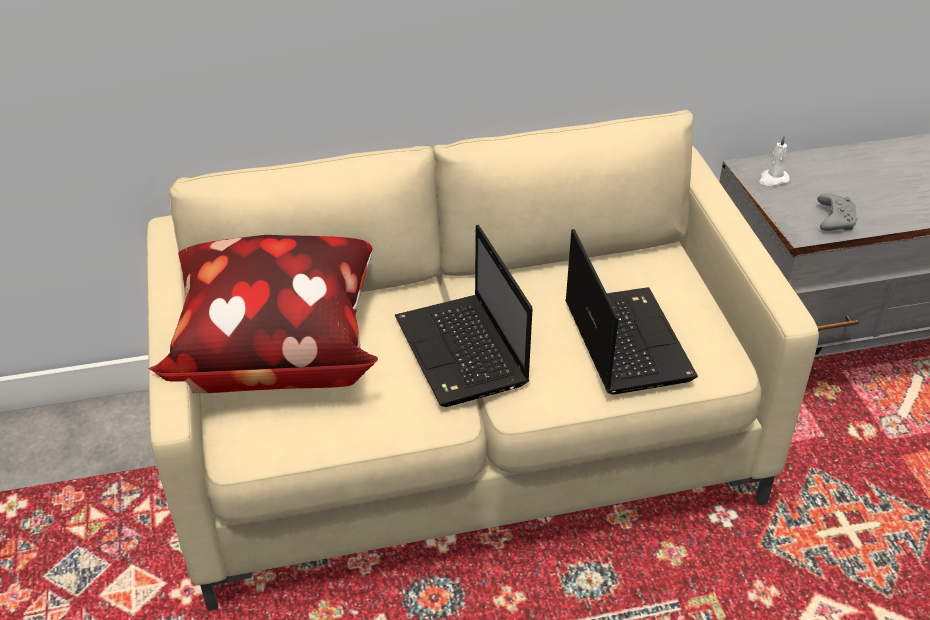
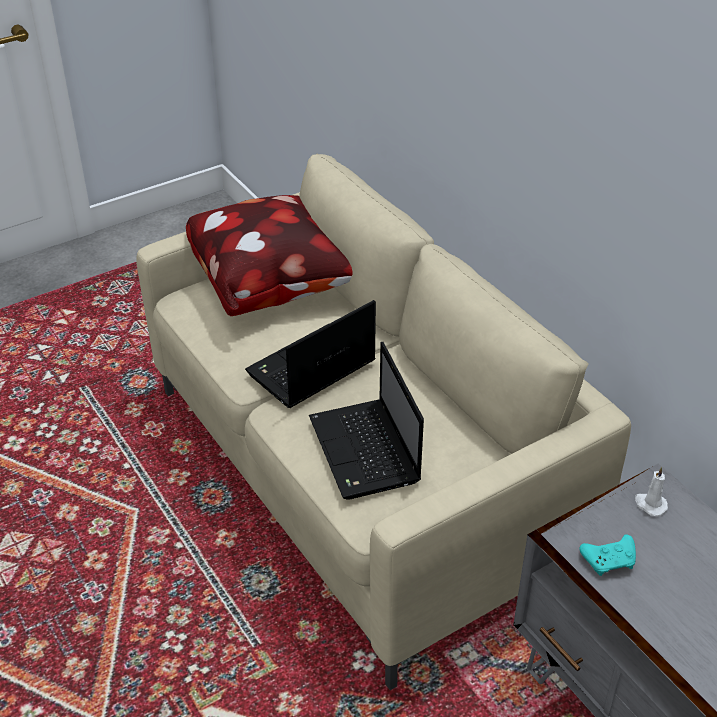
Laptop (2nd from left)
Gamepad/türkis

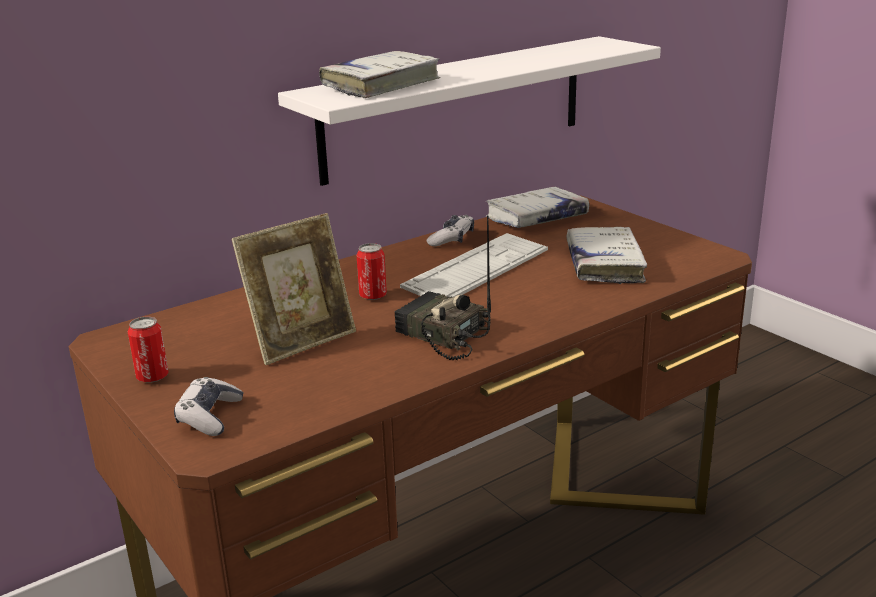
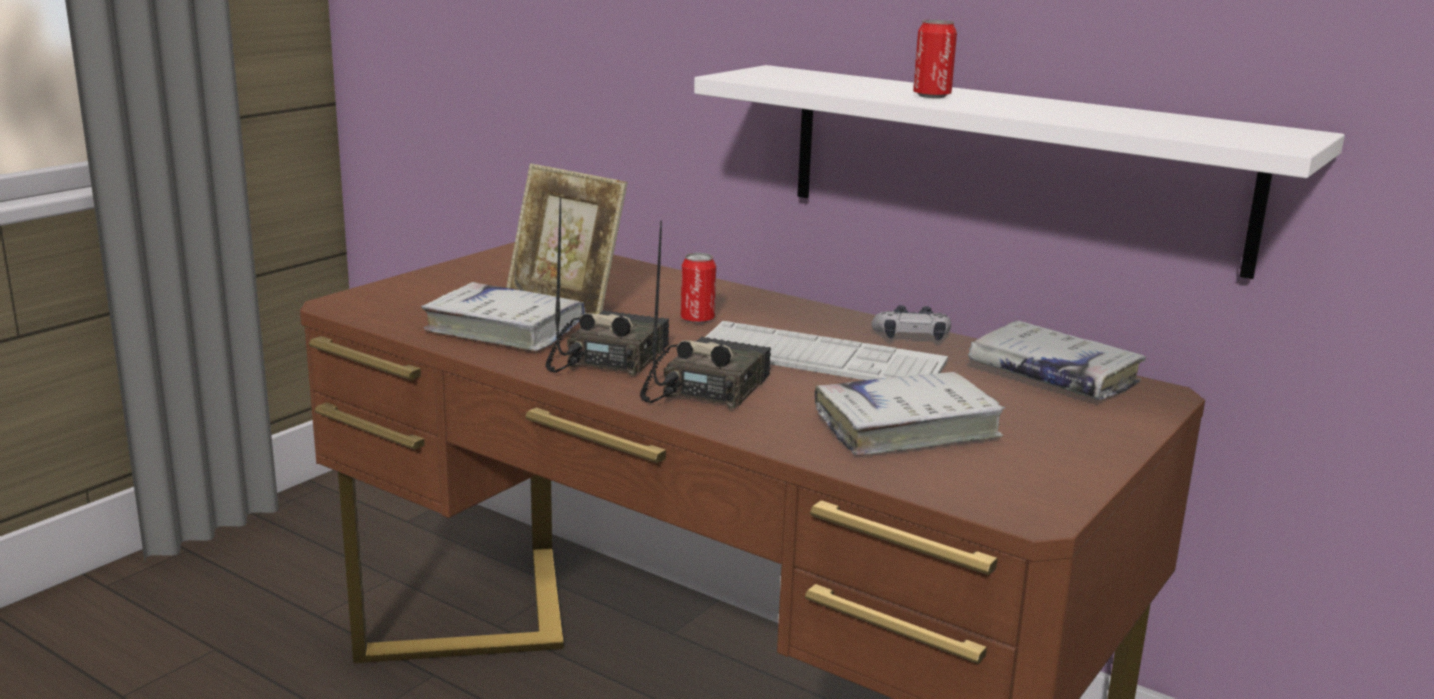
Dose (2nd from left)
Gamepad (1st from left in the first image)
Buch/weiß (1st from left)
Radio (2nd from left)

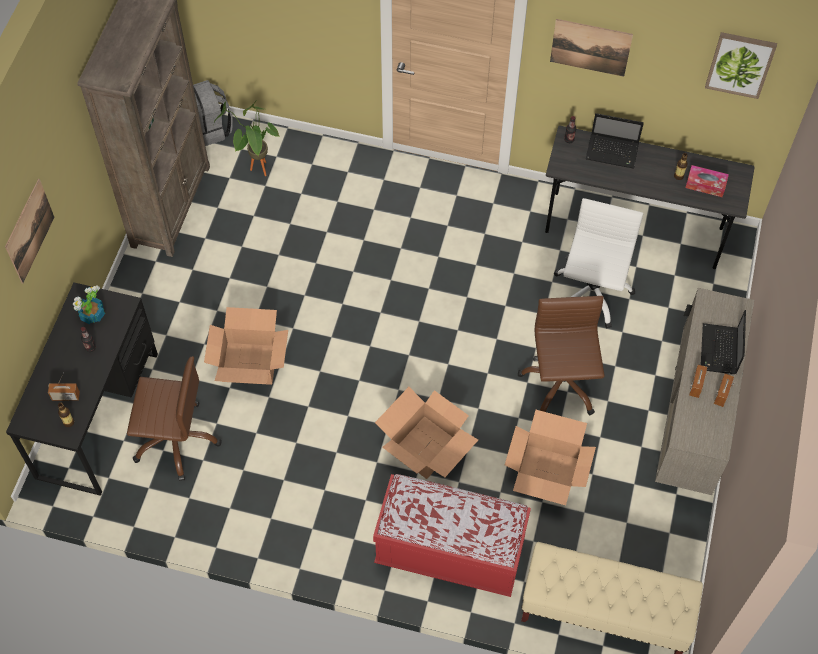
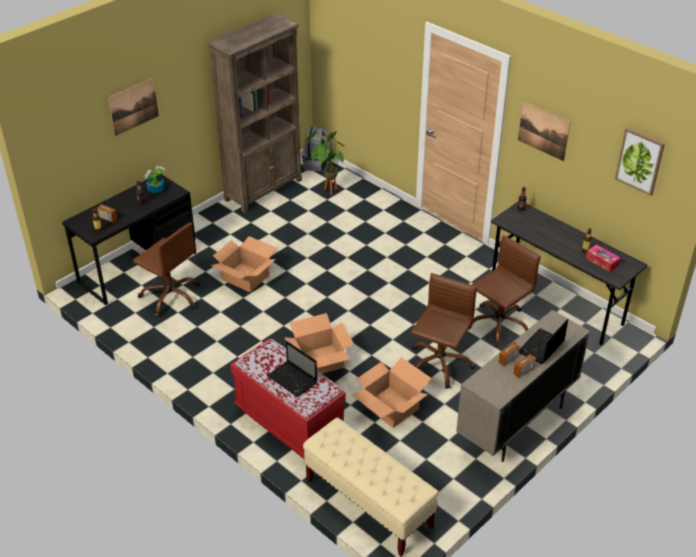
Bürostuhl/braun (3rd from left)
Laptop (1st from left)

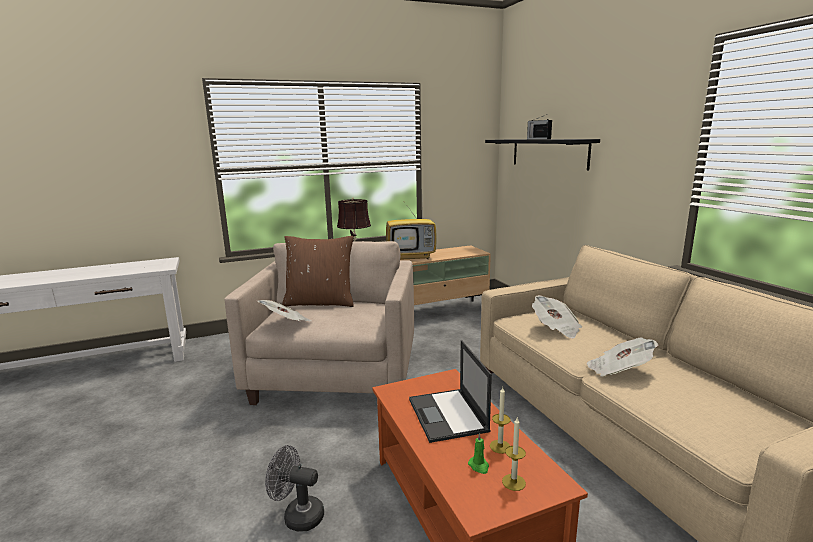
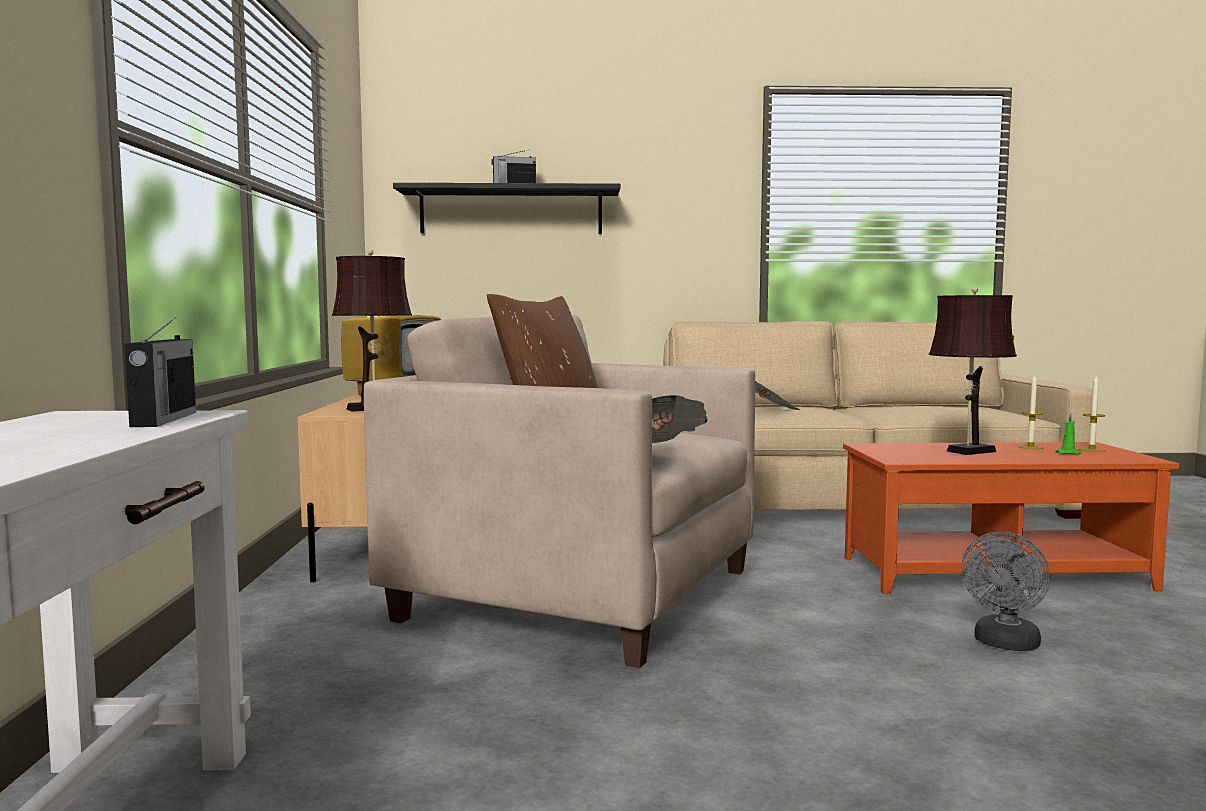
Tischlampe/braun (2nd from left)
Zeitung (3rd from left in the first image)
Radio (1st from left)

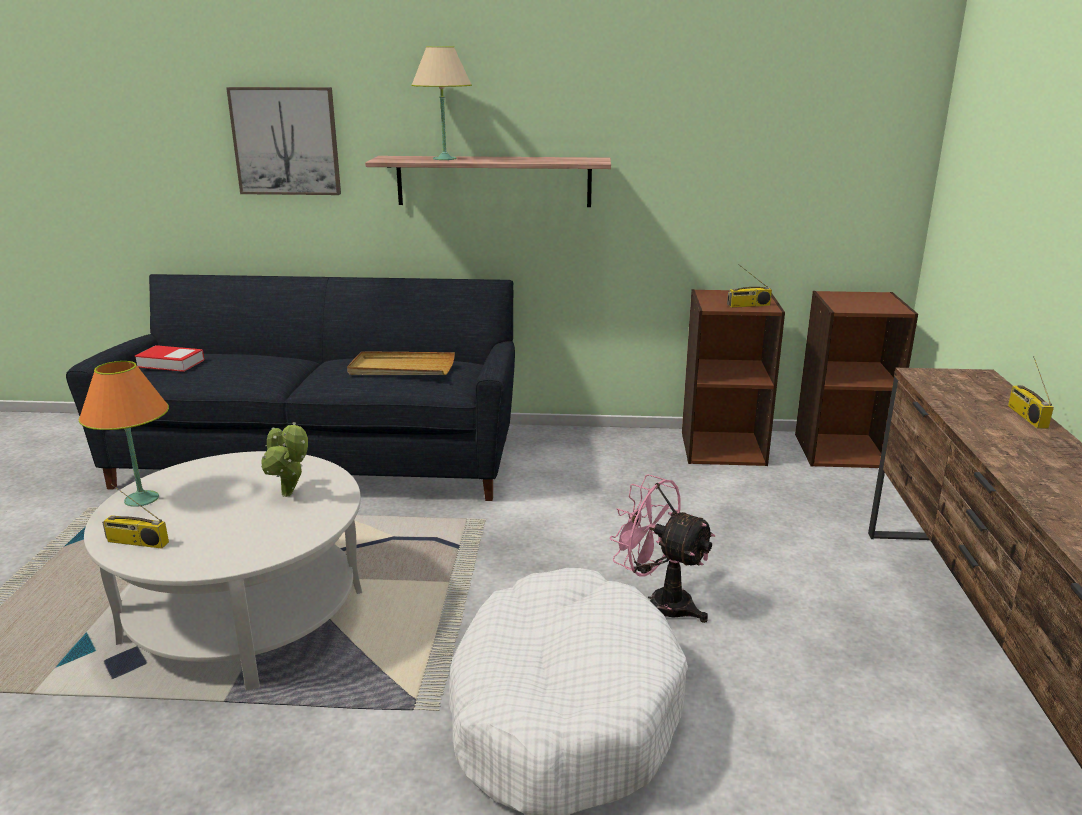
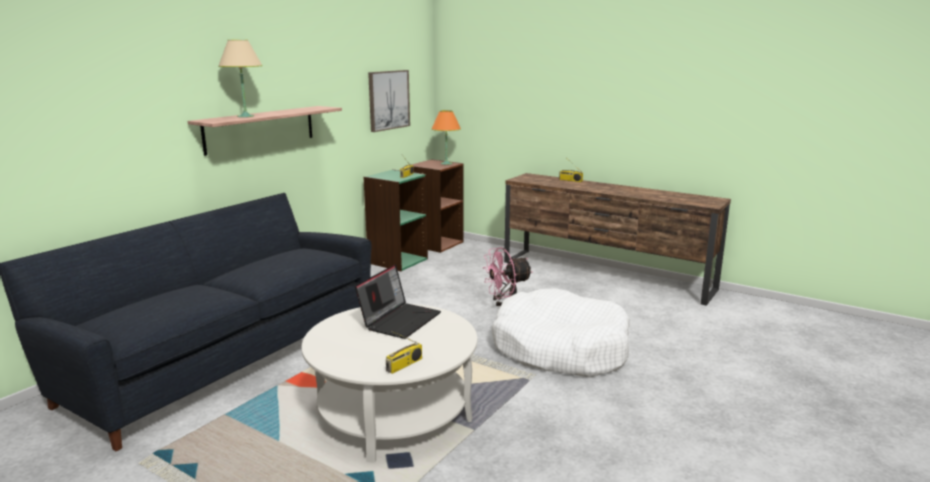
Tischlampe/orange
Buch
Bild
Laptop
Tablett/beige
Bücherregal/grün

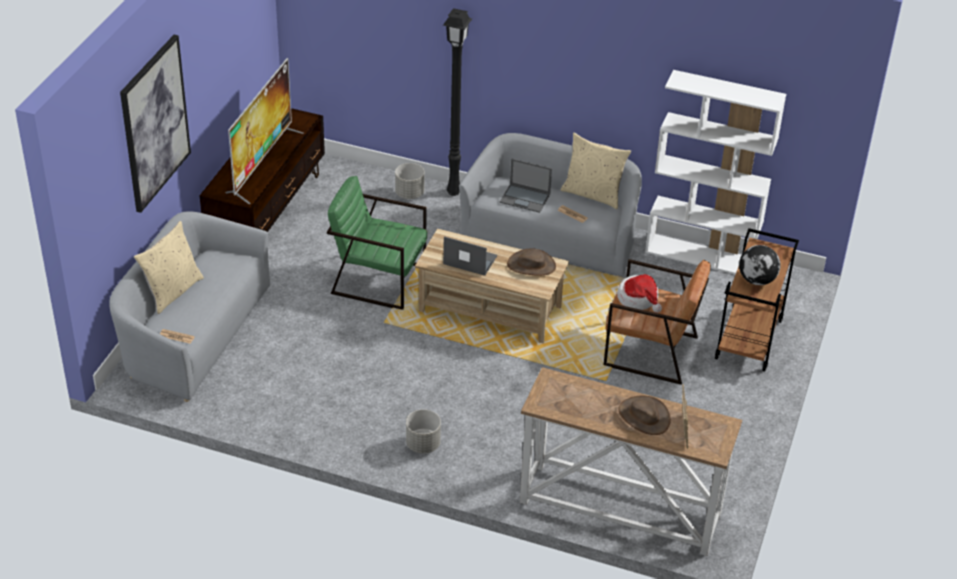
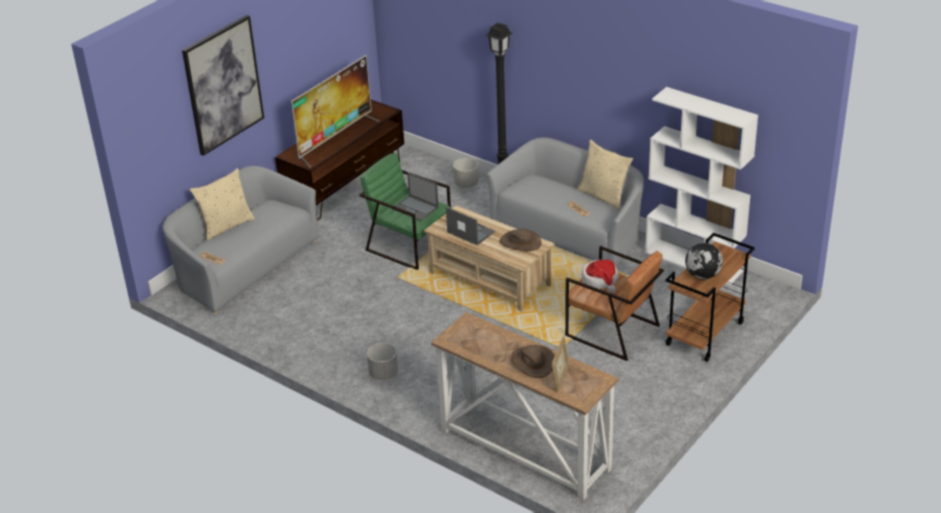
Laptop (1st from left)

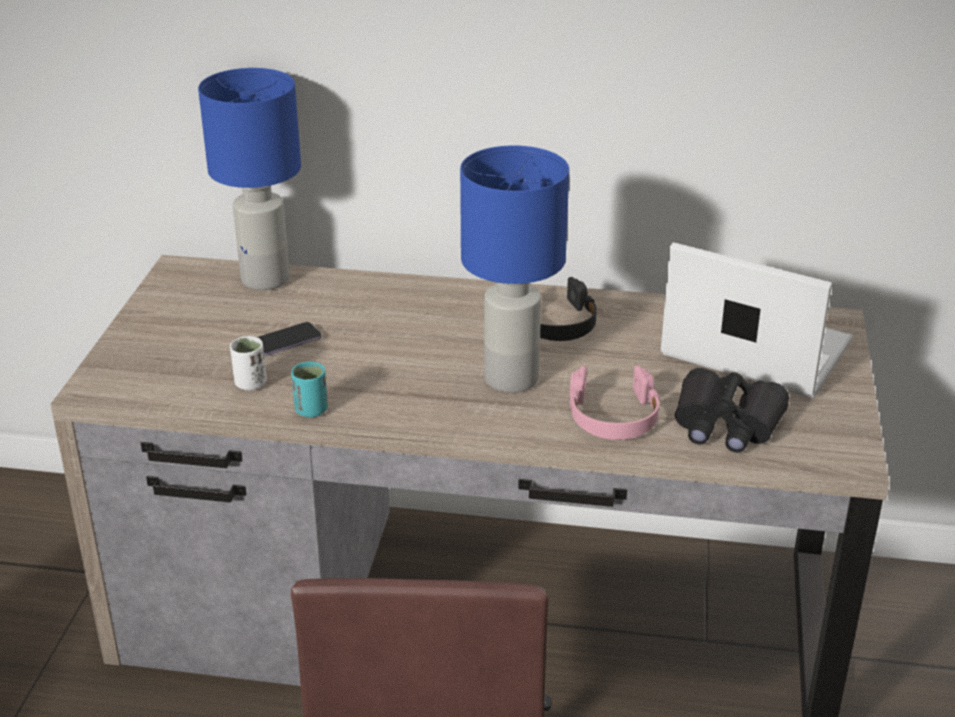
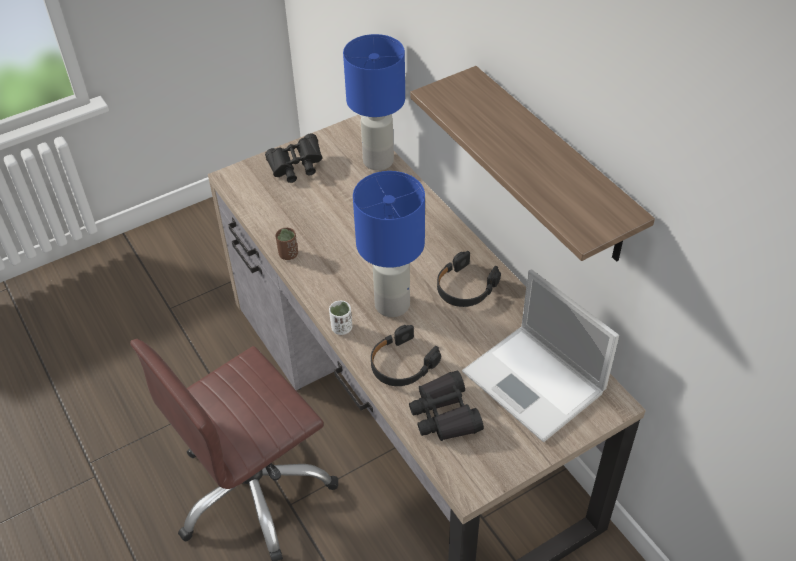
Tasse/weiß
Handy
Tasse/braun
Kopfhörer/schwarz (1st from left)
Laptop
Fernglas/schwarz (1st from left)
Wandregal

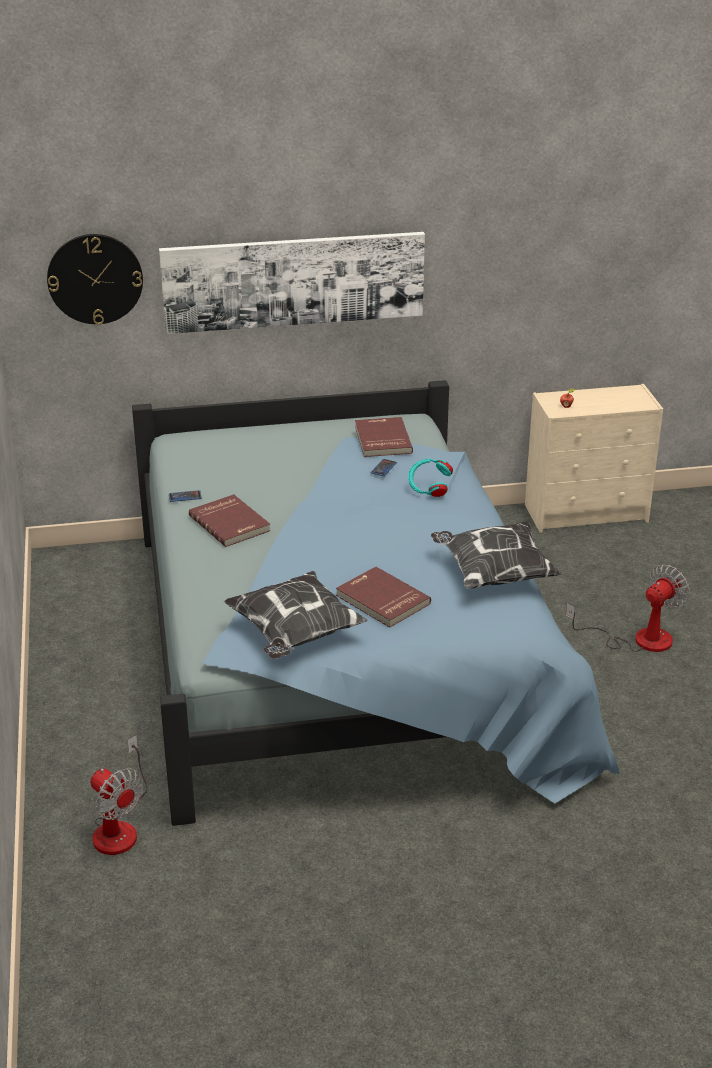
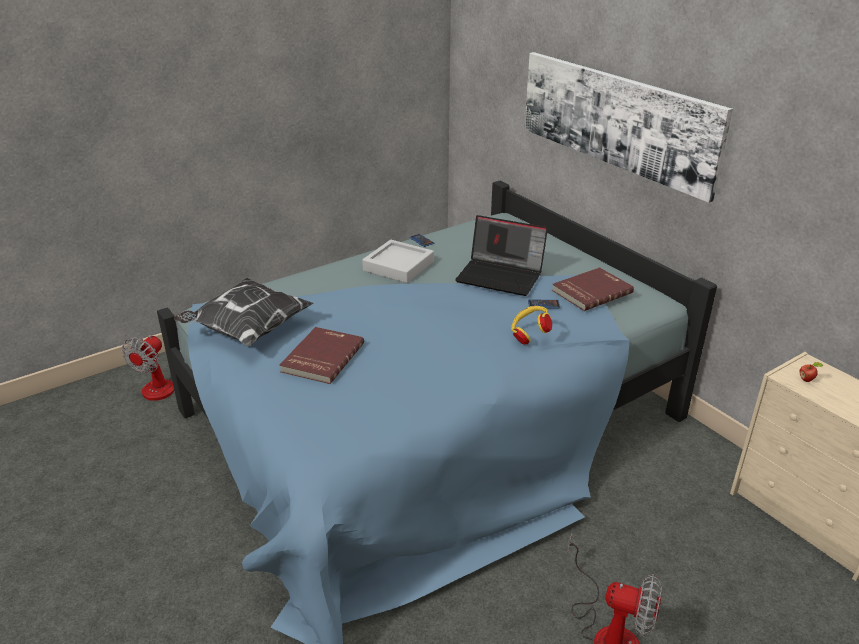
Wanduhr
Tablett/grau
Kopfhörer/gelb
Kissen (2nd from left in the first image)
Laptop

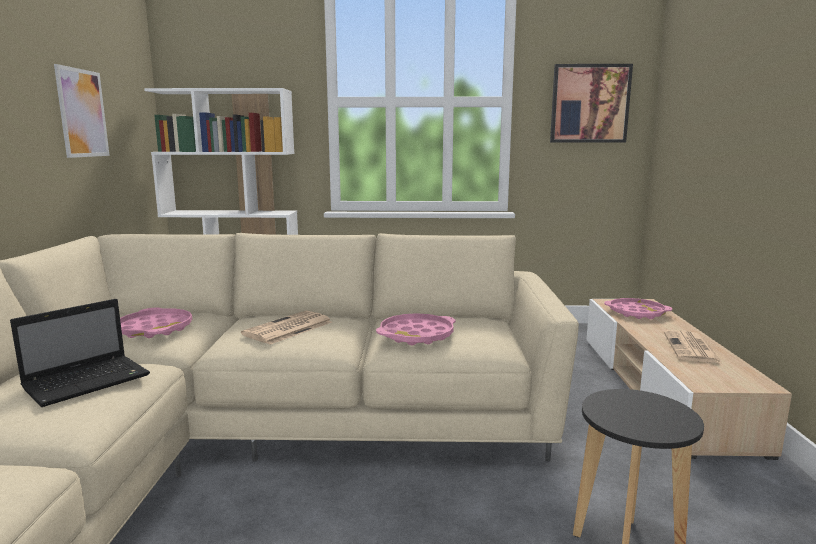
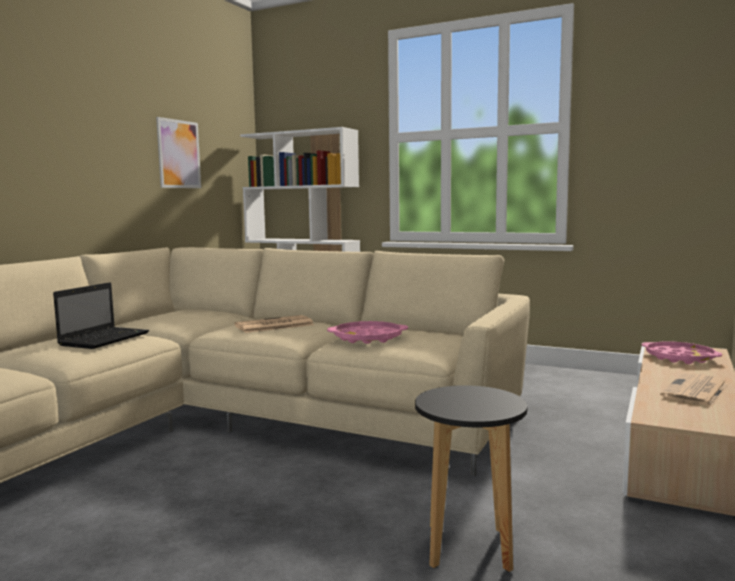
Laptop
Tablett/rosa (1st from left in the first image)
Bild (2nd from left in the first image)

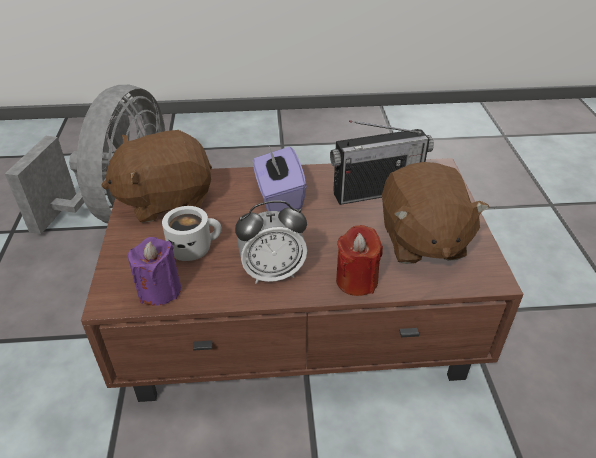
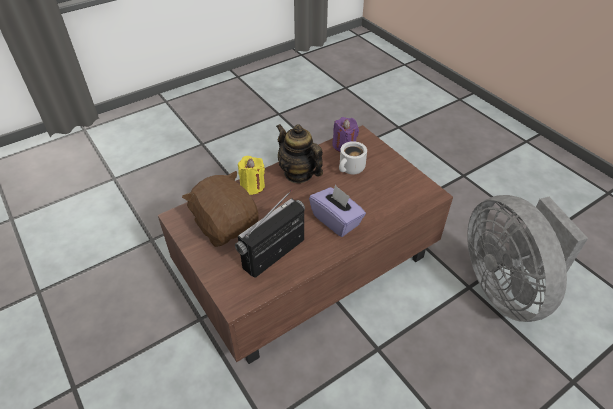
Plüschtier/braun (1st from left in the first image)
Teekanne
Kerze/gelb

